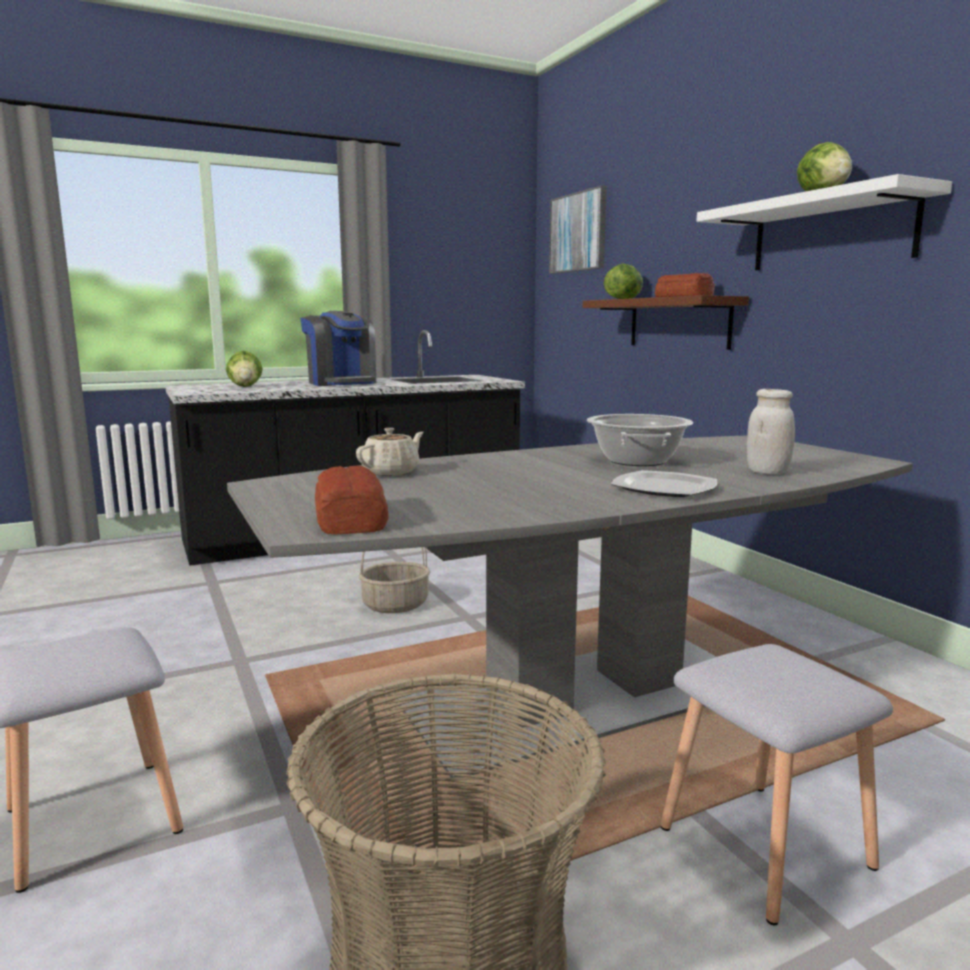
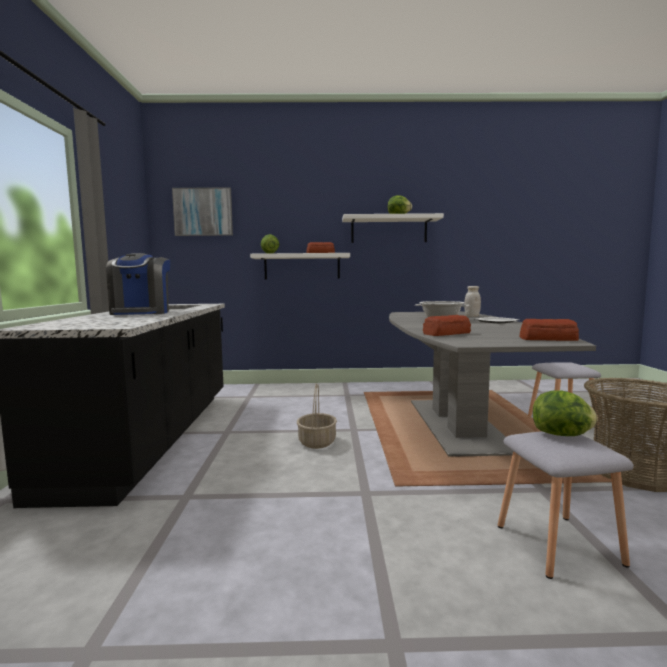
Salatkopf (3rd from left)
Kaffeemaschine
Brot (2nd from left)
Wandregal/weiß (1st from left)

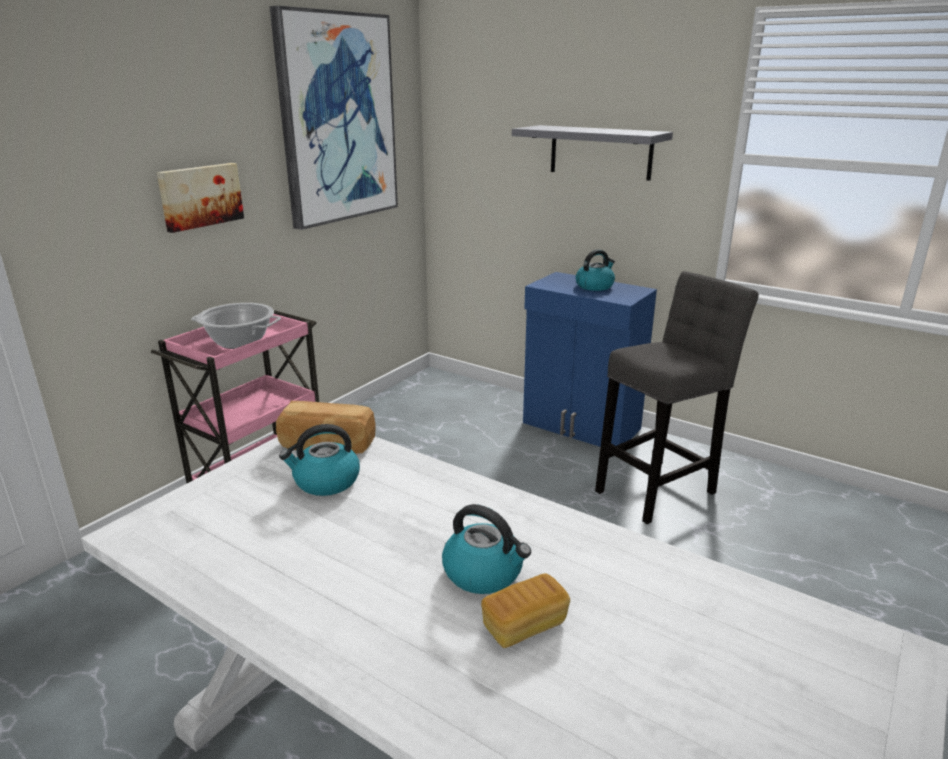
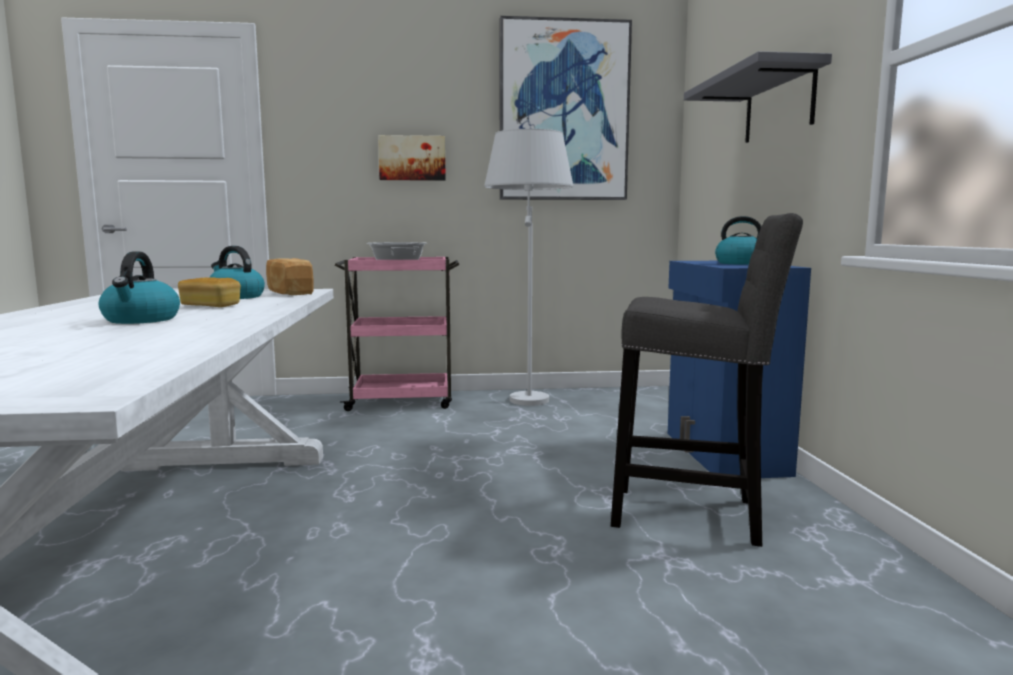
Brot (1st from left)
Stehlampe/weiß

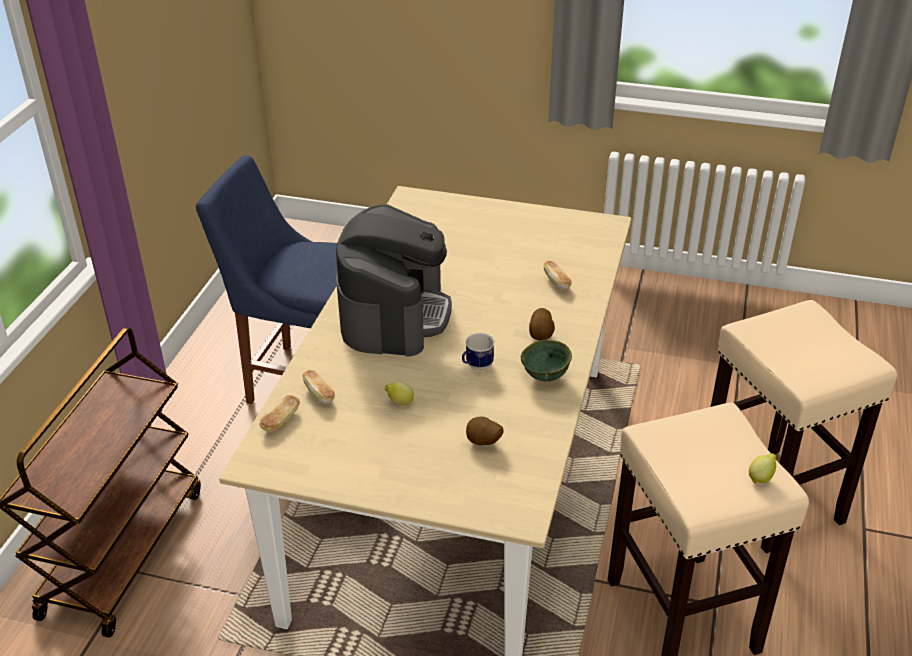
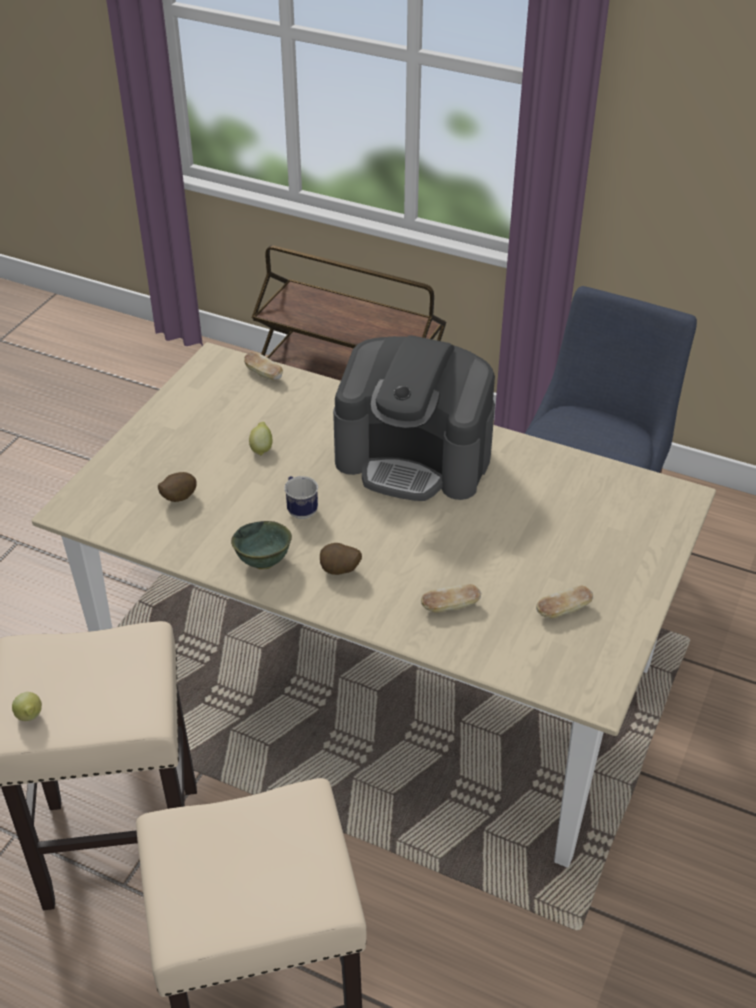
Brot (3rd from left)

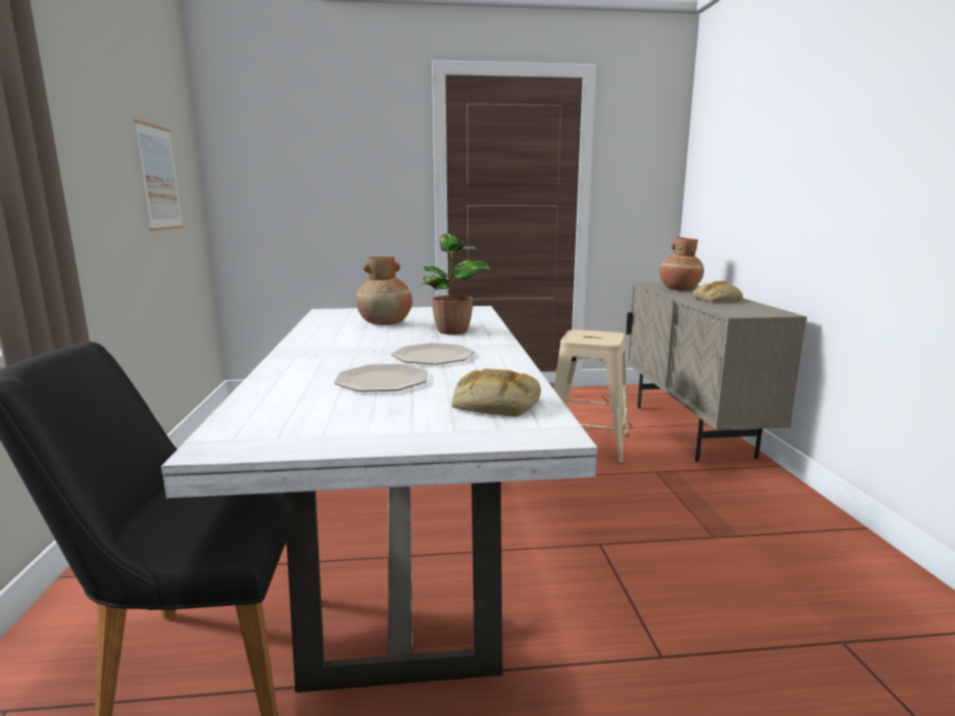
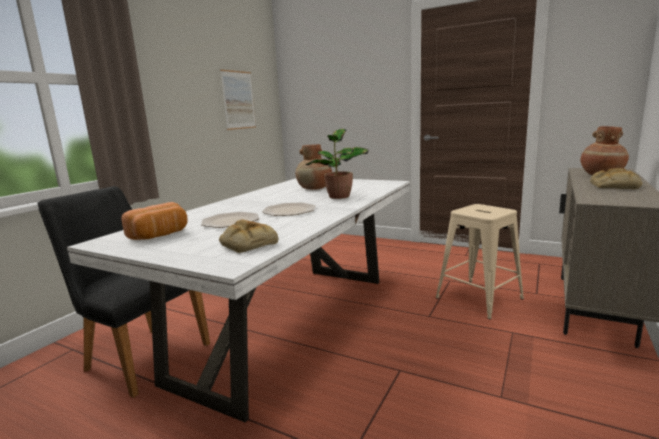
Brot (1st from left)

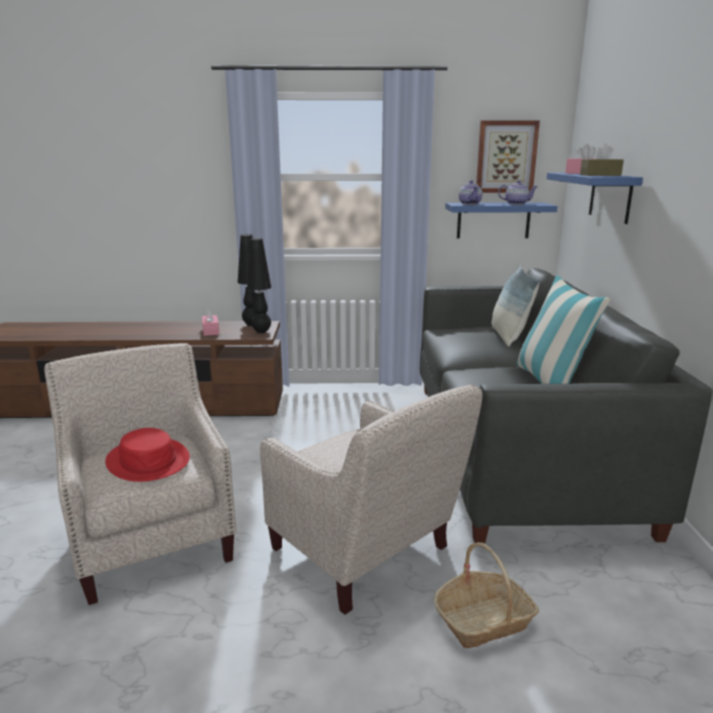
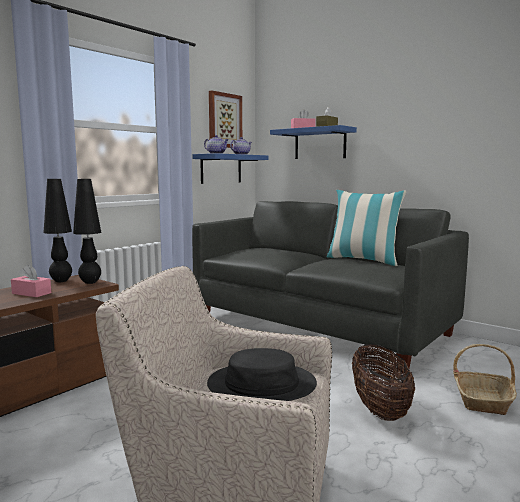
Hut/schwarz
Korb (1st from left)
Kissen (1st from left in the first image)

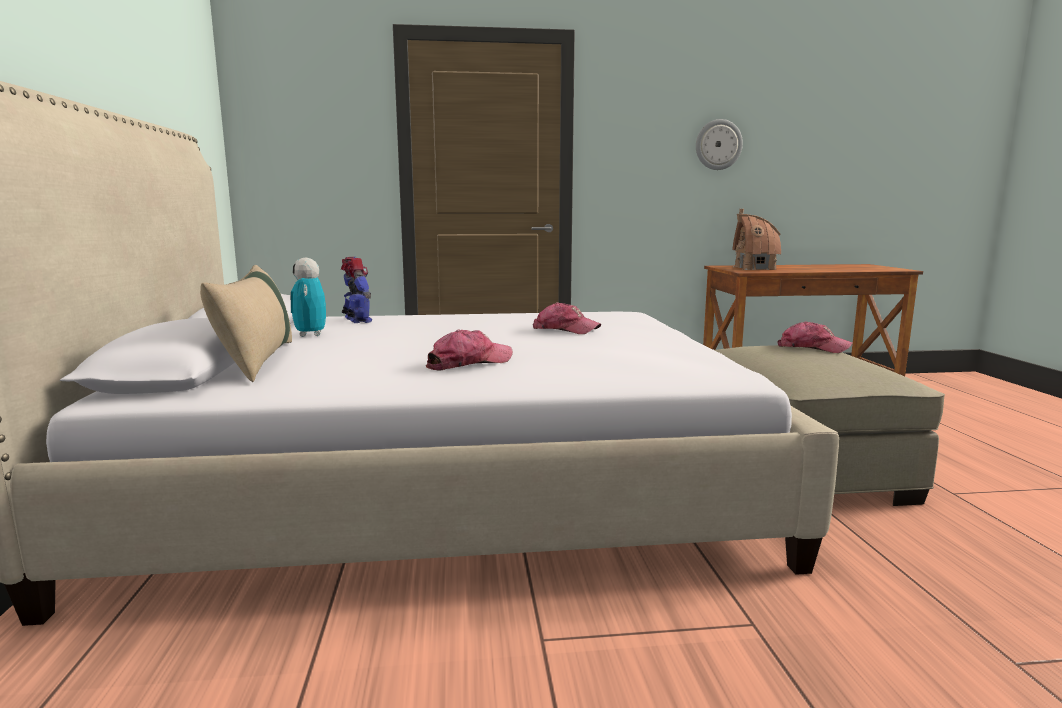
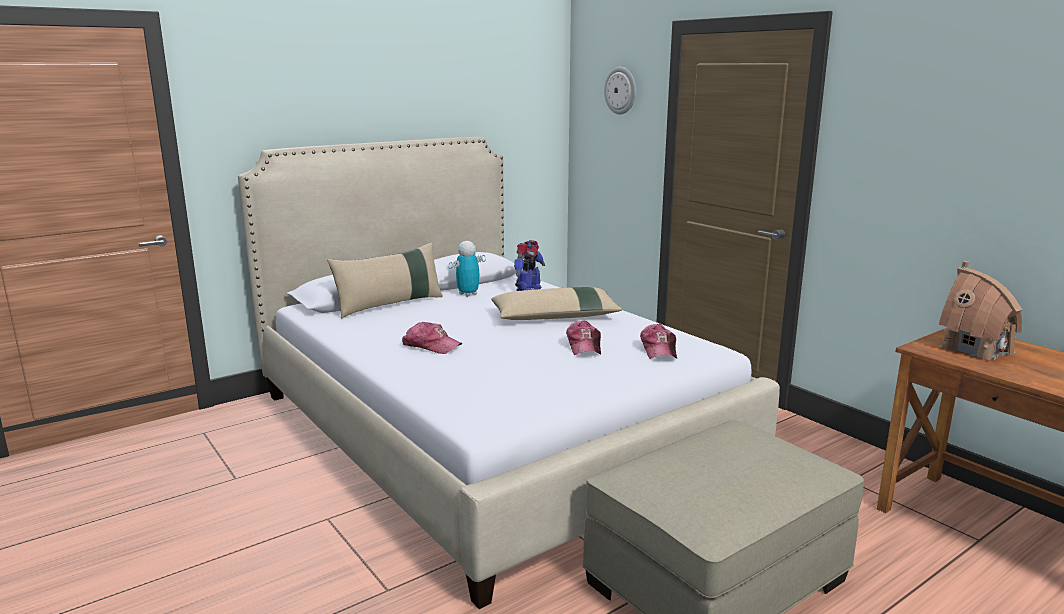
Wanduhr
Kappe (3rd from left)
Kissen/beige (2nd from left)

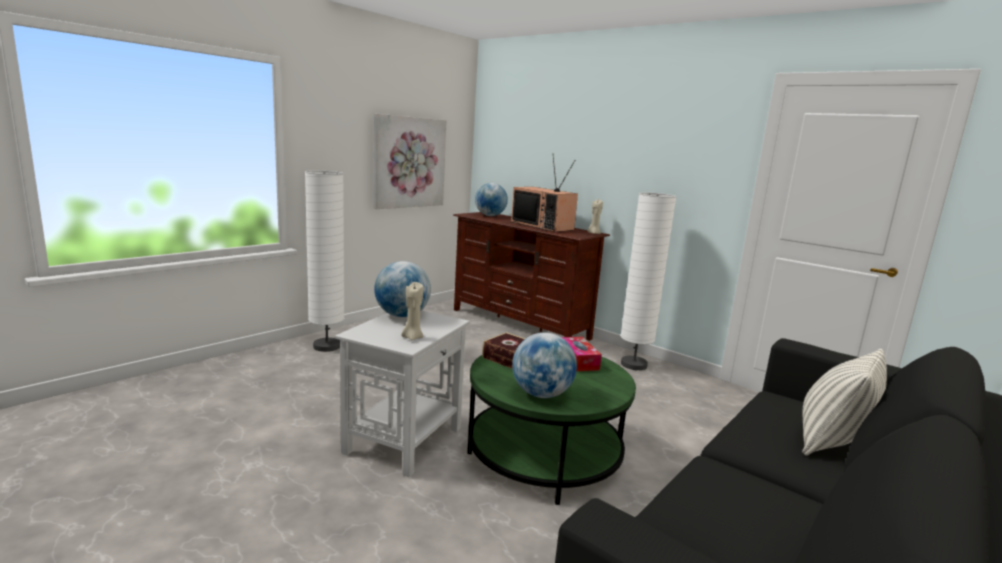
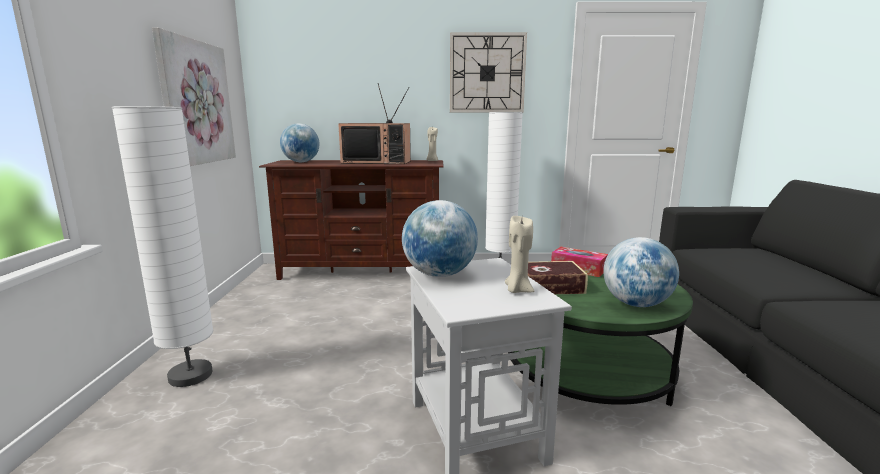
Kissen
Wanduhr

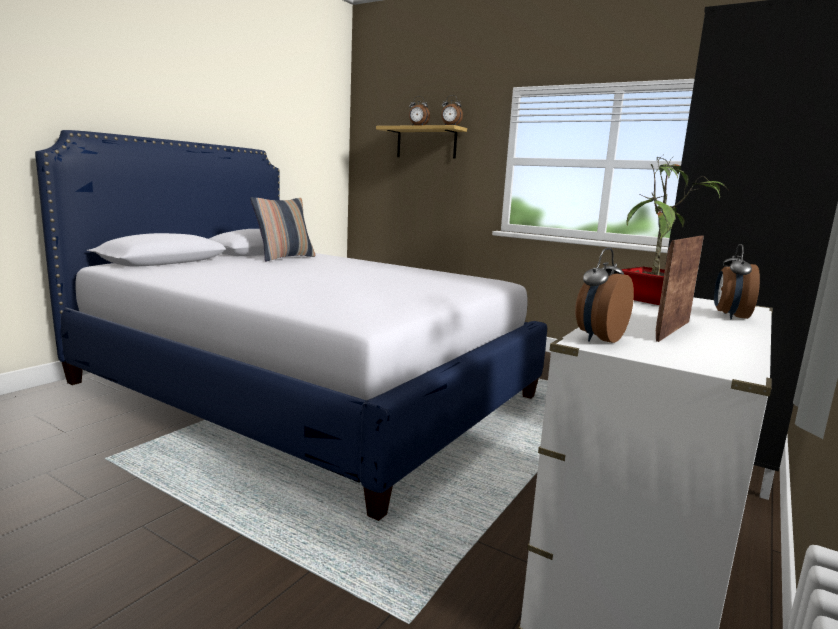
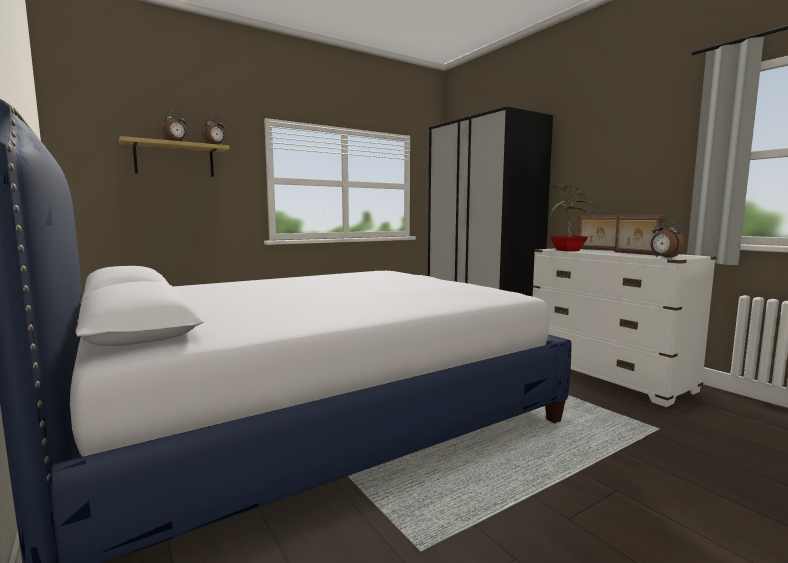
Kissen
Bilderrahmen (1st from left)

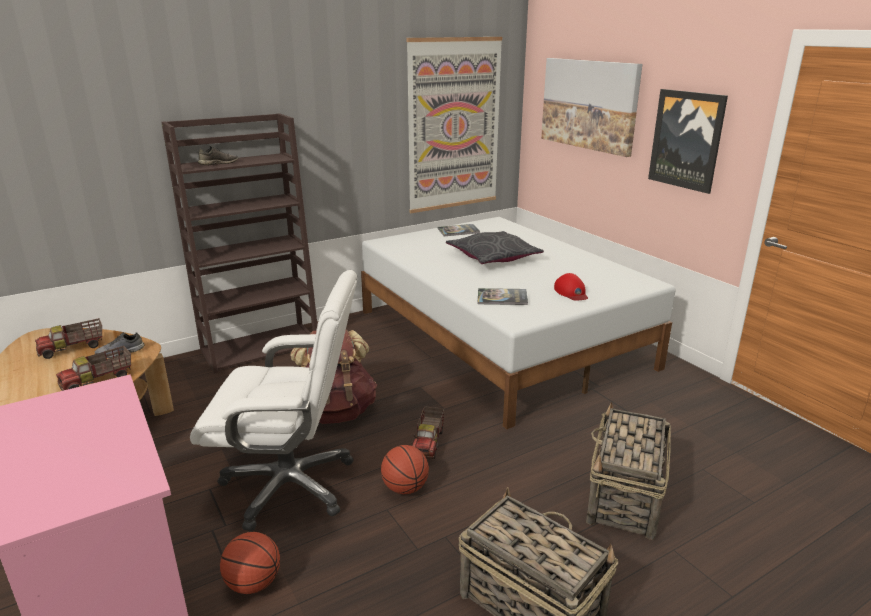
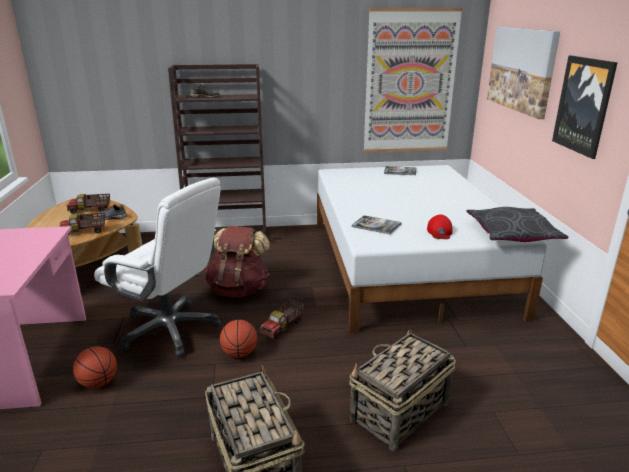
Kissen/grau

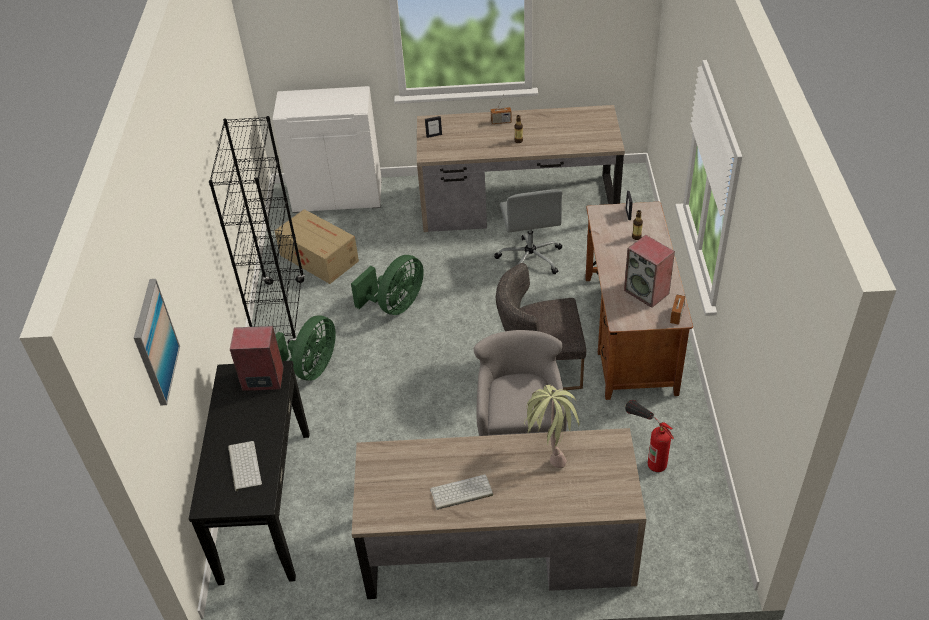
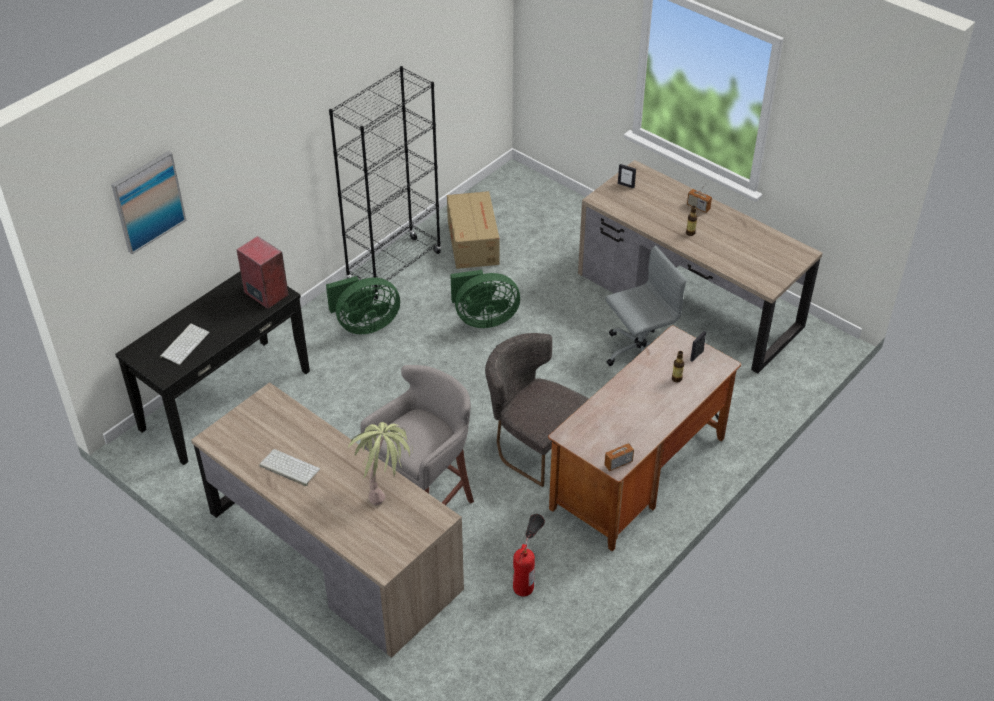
Schrank/weiß
Bürostuhl/grau
Lautsprecher (2nd from left in the first image)

